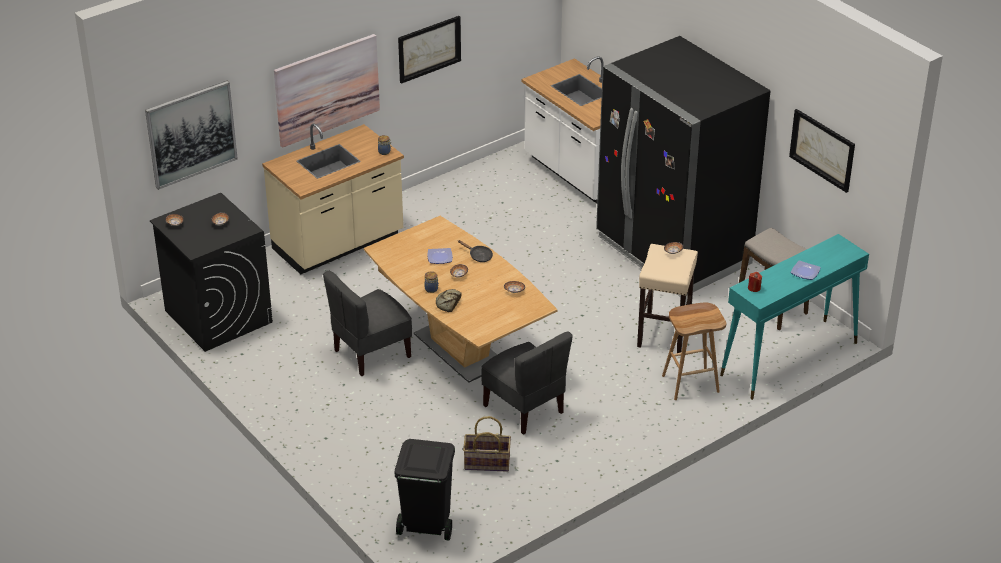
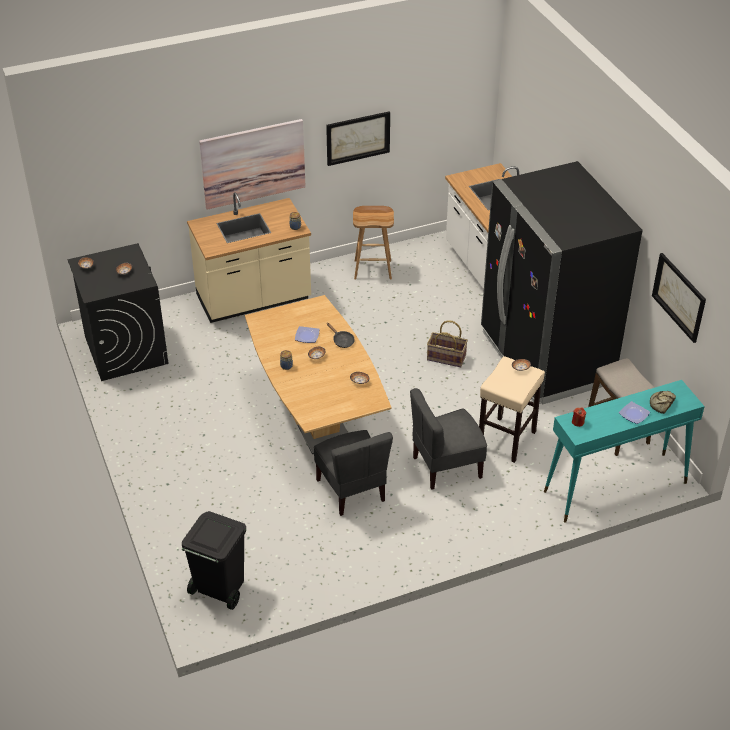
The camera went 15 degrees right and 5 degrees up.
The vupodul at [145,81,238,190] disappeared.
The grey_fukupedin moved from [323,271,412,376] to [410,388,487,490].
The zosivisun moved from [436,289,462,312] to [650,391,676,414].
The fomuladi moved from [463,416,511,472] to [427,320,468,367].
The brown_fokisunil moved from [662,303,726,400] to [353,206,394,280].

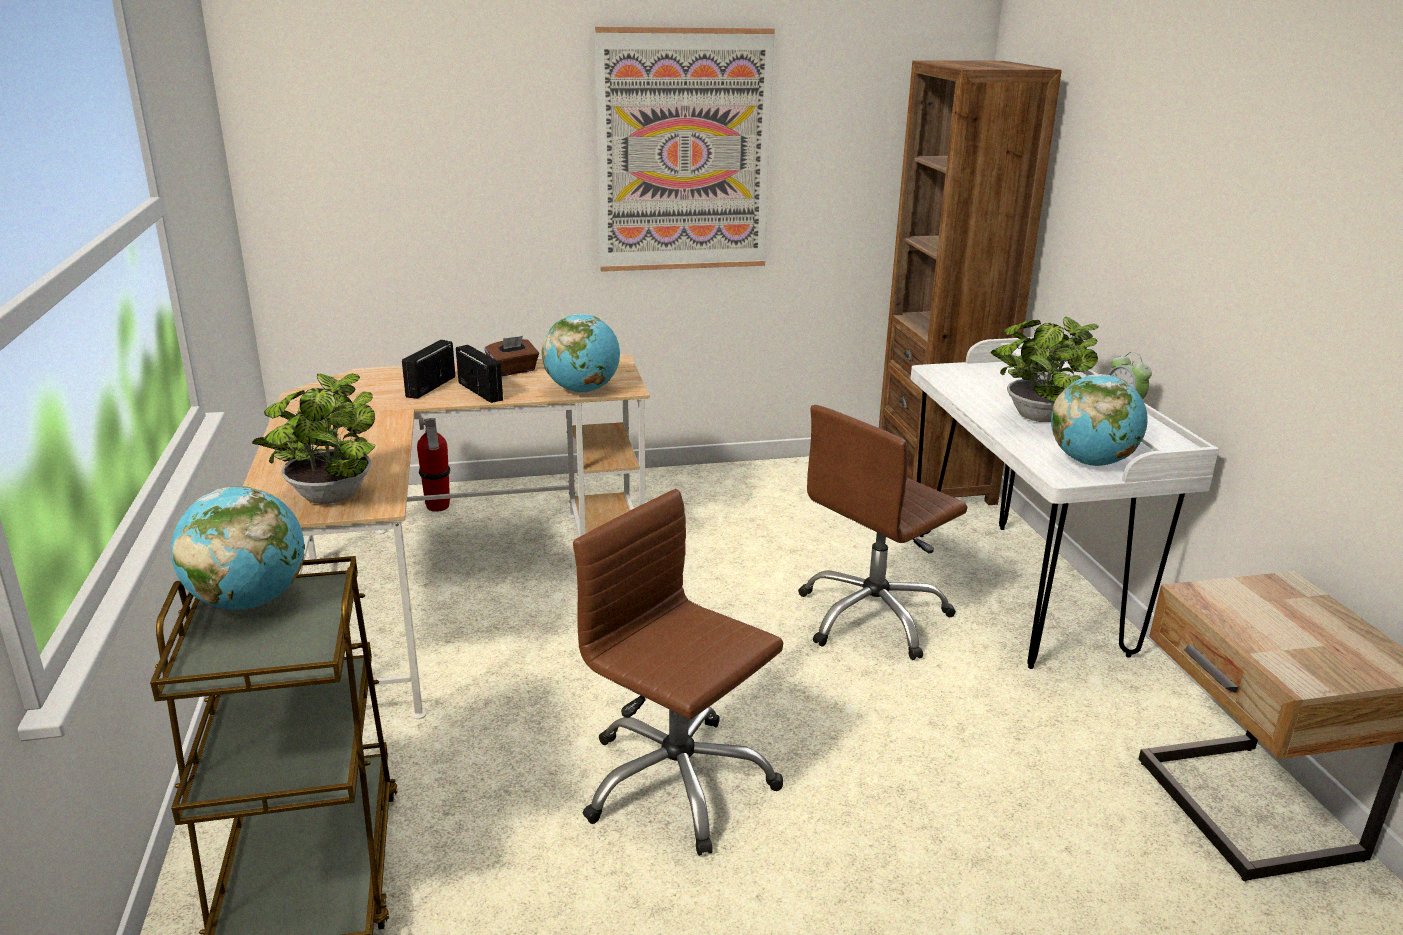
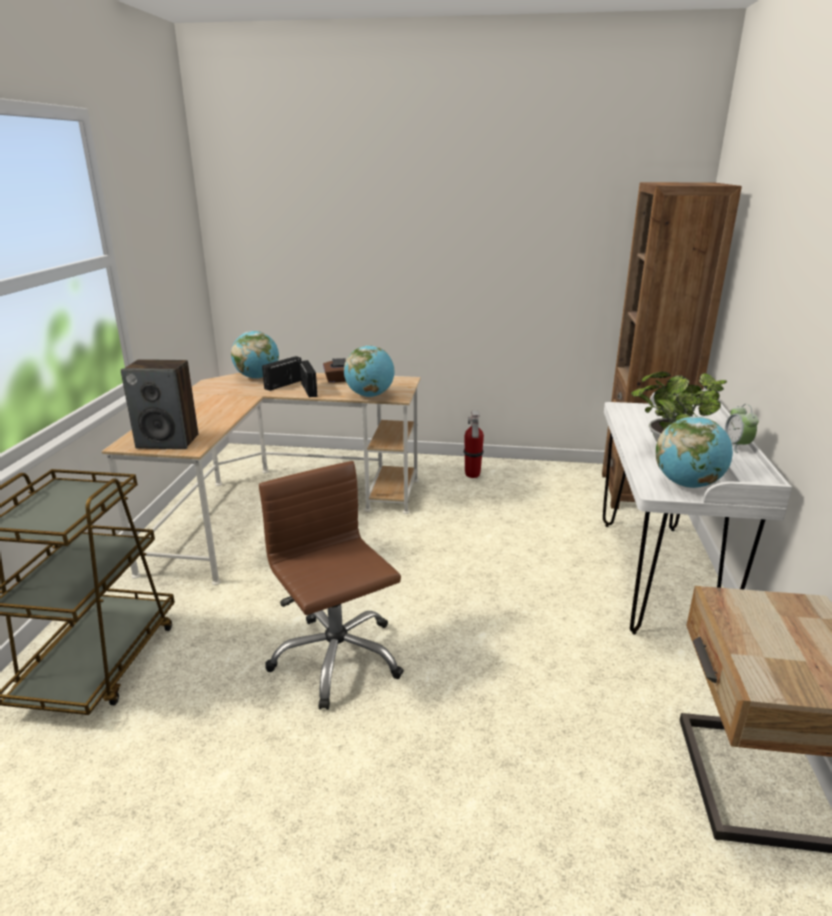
The camera went 20 degrees right and 0 degrees up.
The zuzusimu moved from [171,486,305,610] to [231,331,279,379].
The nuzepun at [252,374,375,504] was replaced by the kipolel at [121,359,198,449].
The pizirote moved from [417,418,450,512] to [464,411,484,478].
The vupodul at [595,27,775,272] disappeared.
The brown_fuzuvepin at [798,405,968,660] disappeared.

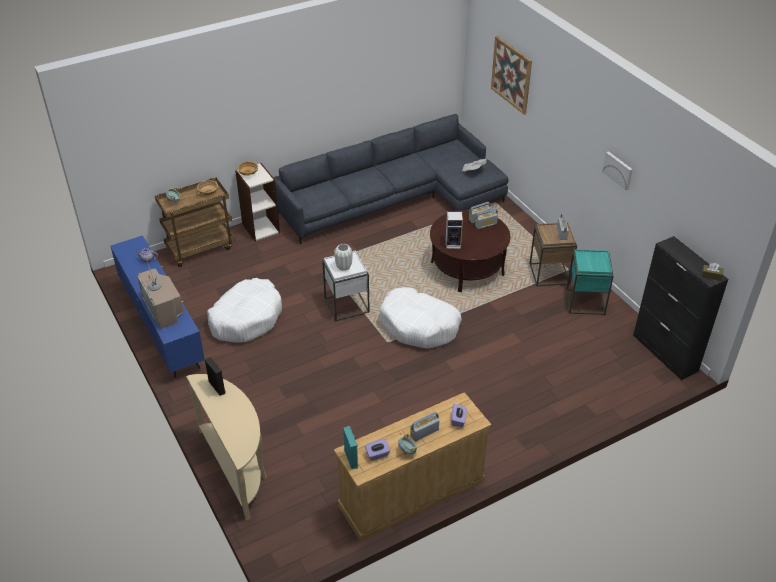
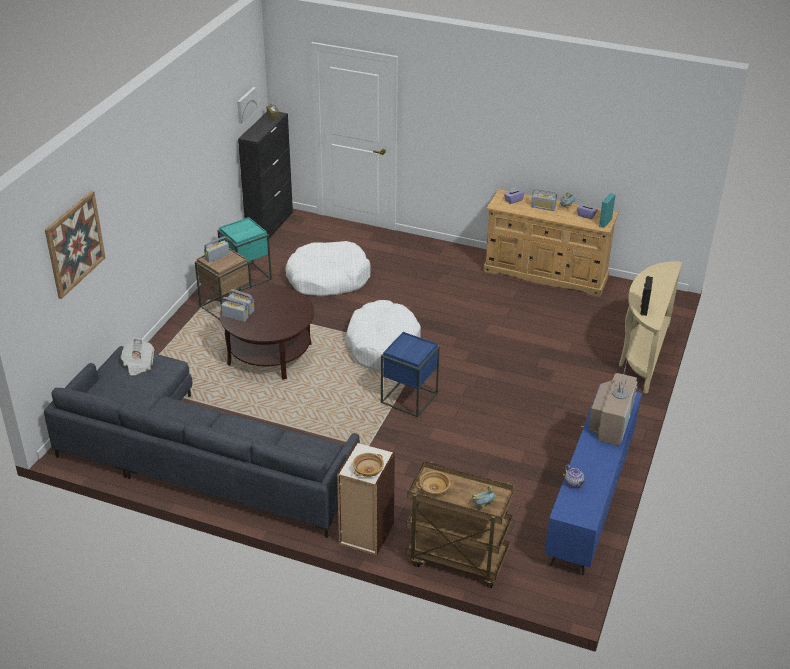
The camera went 130 degrees left and 5 degrees down.
The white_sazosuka moved from [207,278,282,342] to [285,241,371,297].
The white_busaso at [322,250,370,321] became the blue_busaso at [381,332,440,417].
The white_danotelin at [334,244,353,271] disappeared.
The kipolel at [446,212,463,249] disappeared.
The vupodul moved from [602,151,633,190] to [237,87,258,124].

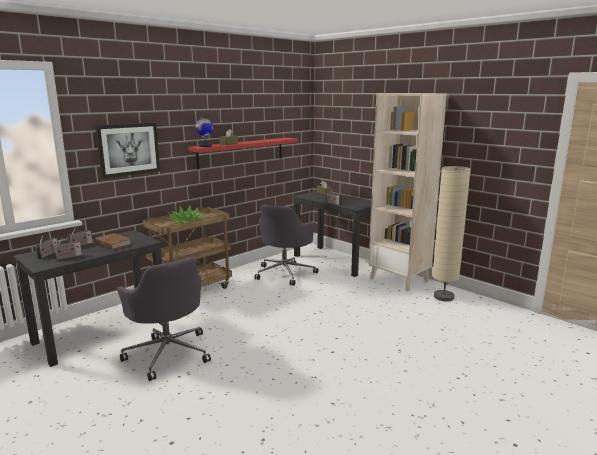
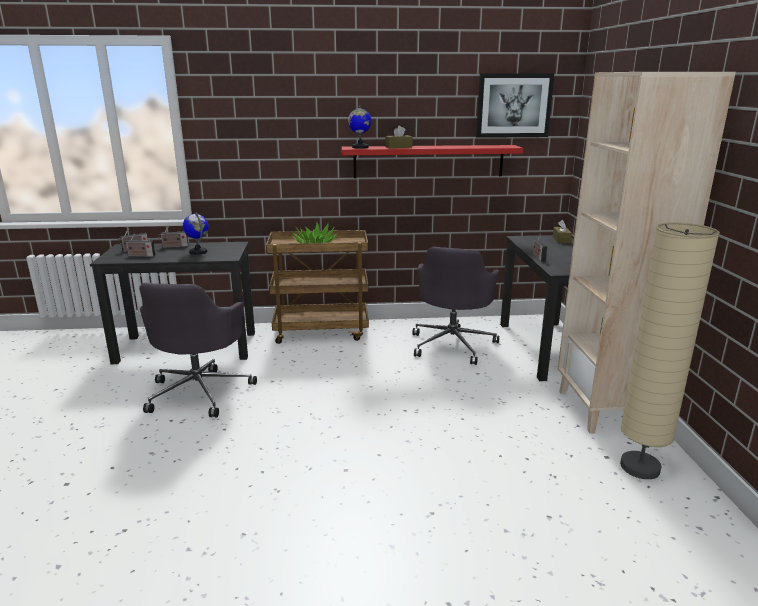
The camera went 40 degrees right and 5 degrees up.
The vupodul moved from [95,123,160,178] to [476,74,554,138].
The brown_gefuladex at [95,233,132,250] was replaced by the zuzusimu at [183,212,209,255].
The grey_fuzuvepin at [254,205,318,286] turned 45 degrees counterclockwise.

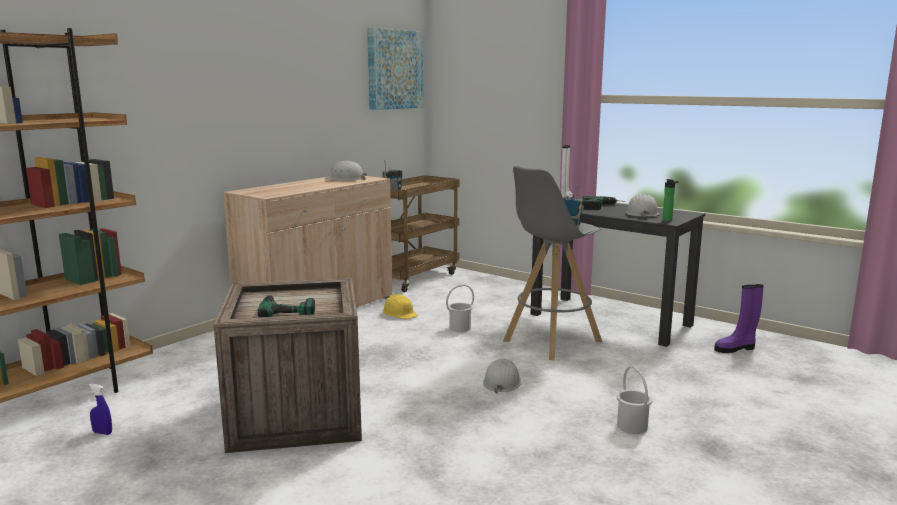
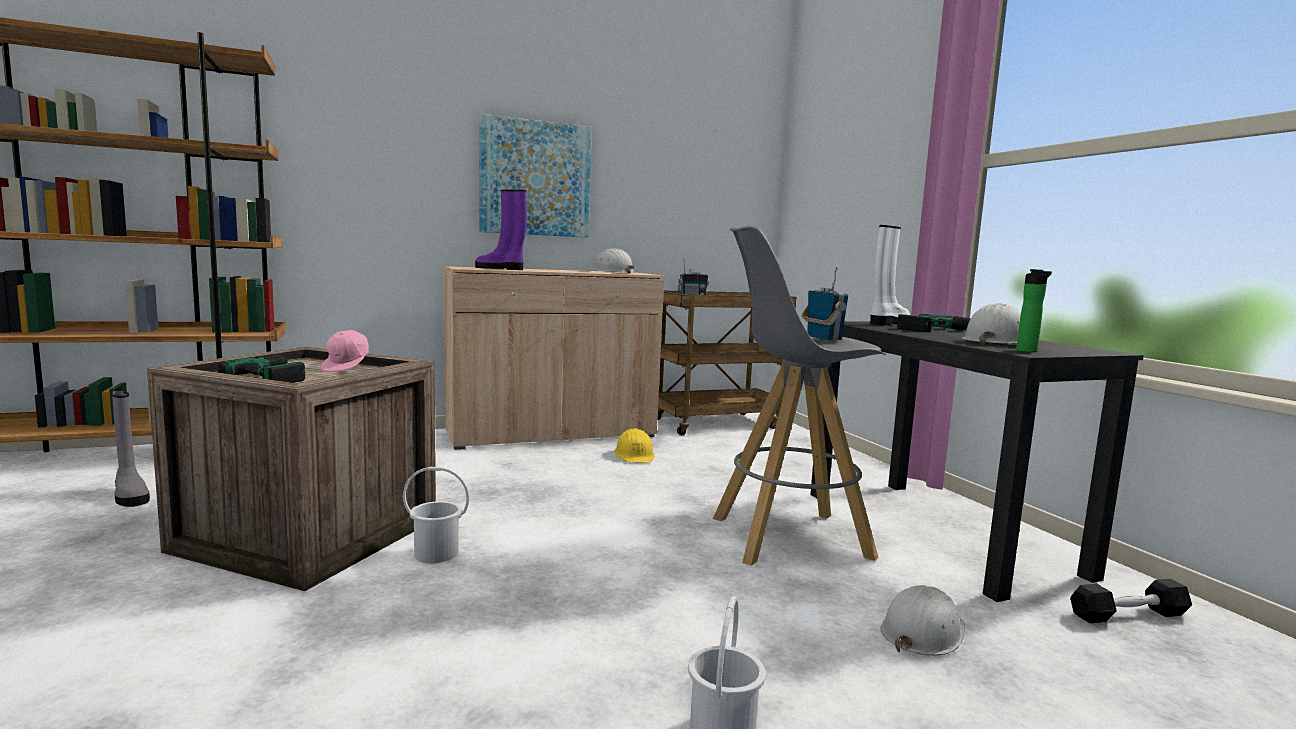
The camera went 30 degrees right and 5 degrees down.
The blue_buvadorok at [88,384,112,435] was replaced by the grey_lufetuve at [112,389,150,507].
The vupodul moved from [367,27,423,110] to [479,114,592,237].
The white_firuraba moved from [446,284,474,332] to [403,467,470,563].
The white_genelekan moved from [483,358,521,394] to [880,585,965,656].
The purple_lufetuve moved from [714,284,764,353] to [475,190,527,270].
The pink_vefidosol at [320,330,369,372] appeared.
The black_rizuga at [1070,579,1192,623] appeared.

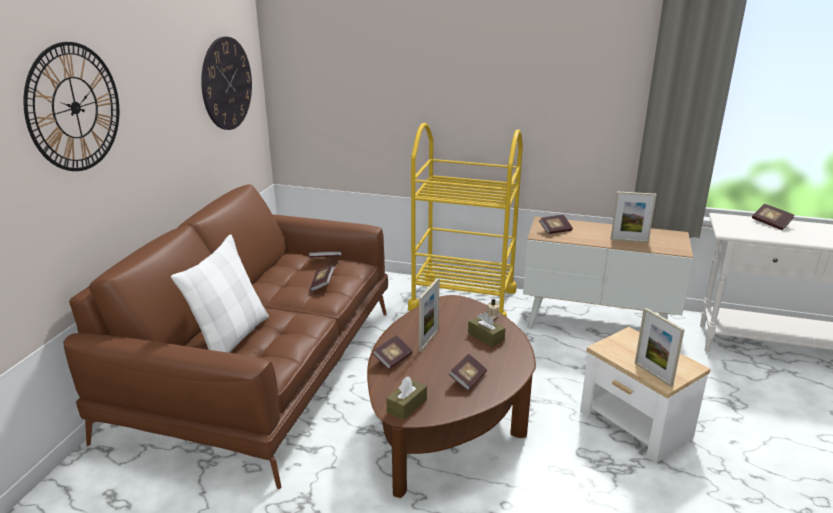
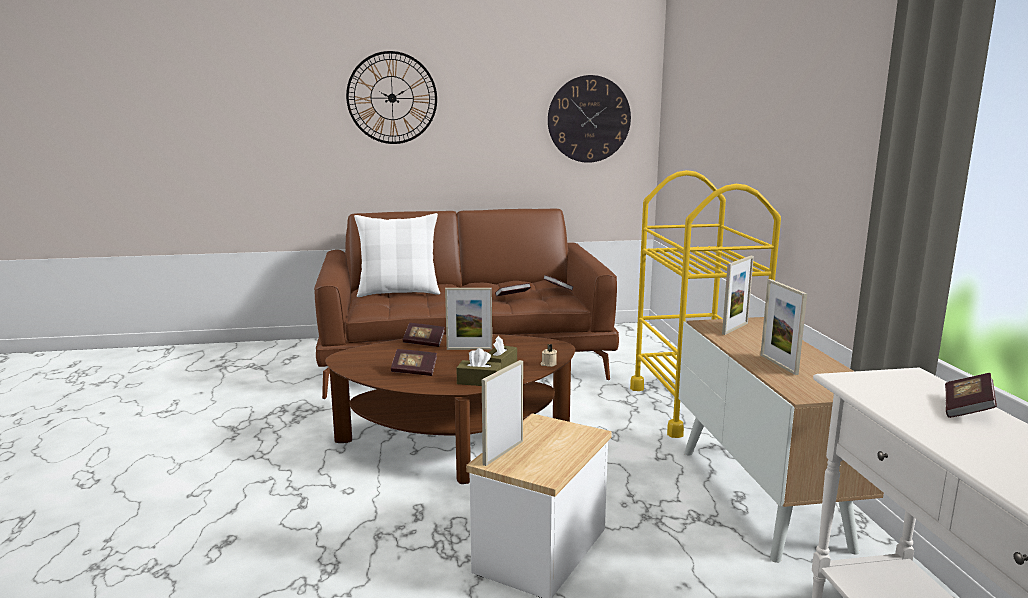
The camera went 65 degrees right and 10 degrees down.
The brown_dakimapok moved from [386,376,427,420] to [456,348,501,386].
The gefuladex at [539,215,573,234] was replaced by the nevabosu at [722,256,754,335].

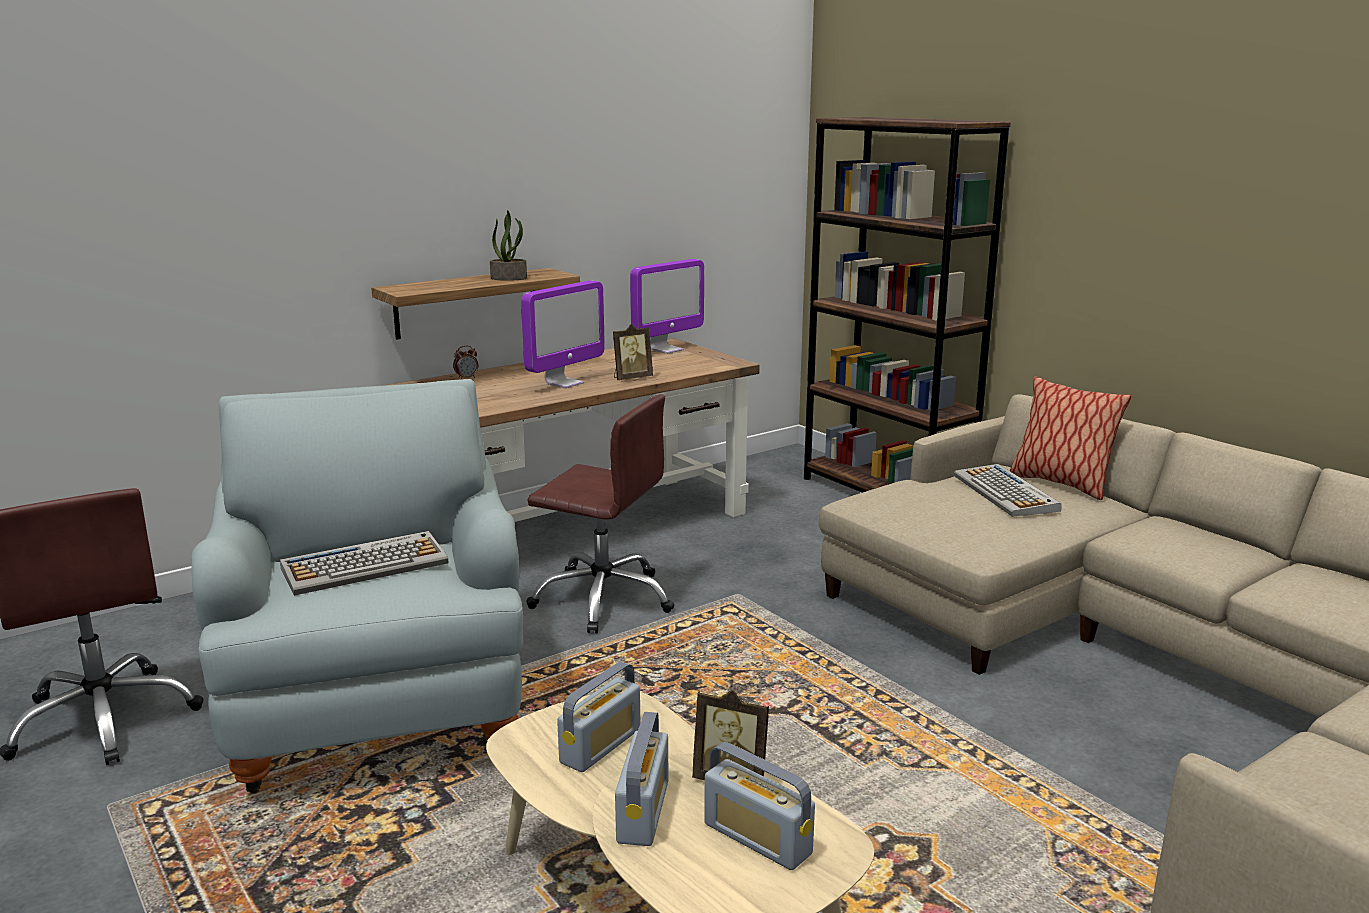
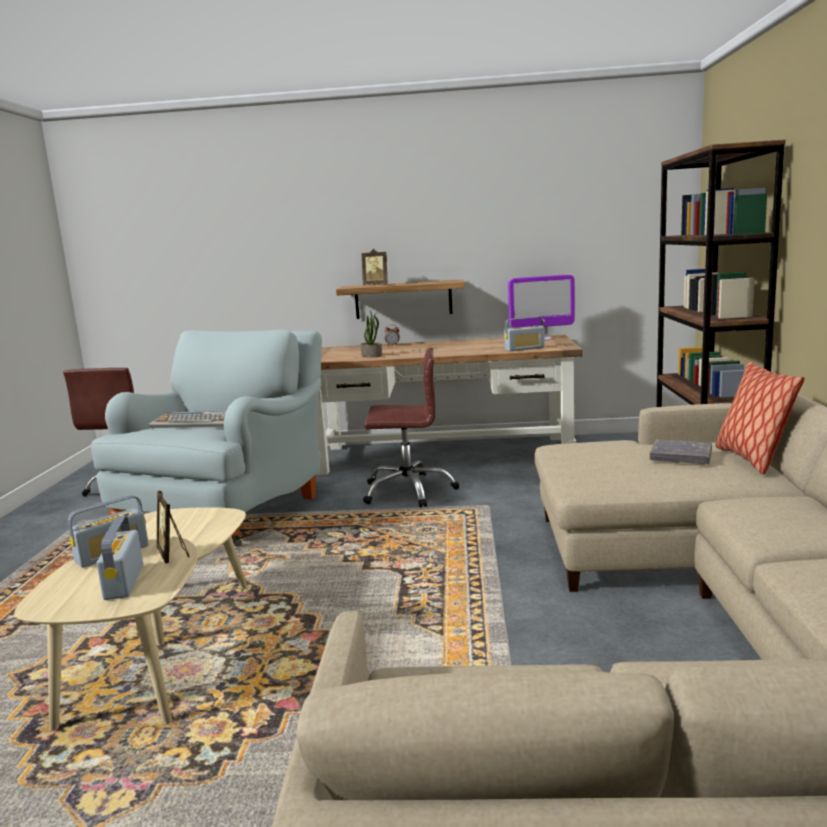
The camera went 40 degrees right and 5 degrees down.
The nuzepun moved from [490,210,527,281] to [361,311,382,357].
The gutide at [521,280,605,388] disappeared.
The brown_fuzuvepin at [526,394,674,633] turned 60 degrees counterclockwise.
The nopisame moved from [557,661,640,772] to [504,317,545,351].
The nevabosu moved from [613,324,653,380] to [362,249,387,285].
The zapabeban at [954,464,1062,517] was replaced by the grey_gefuladex at [650,439,712,464].

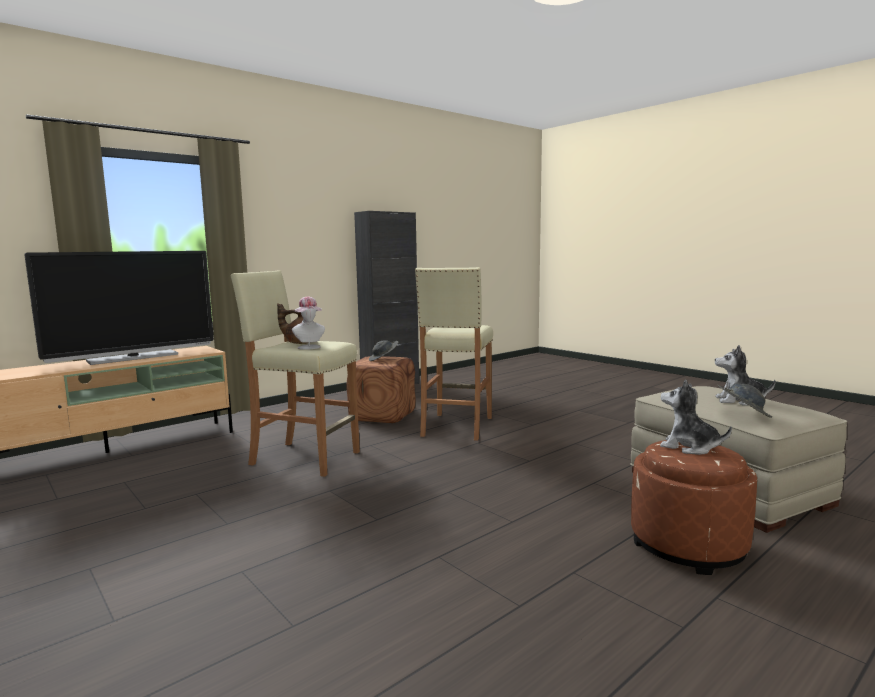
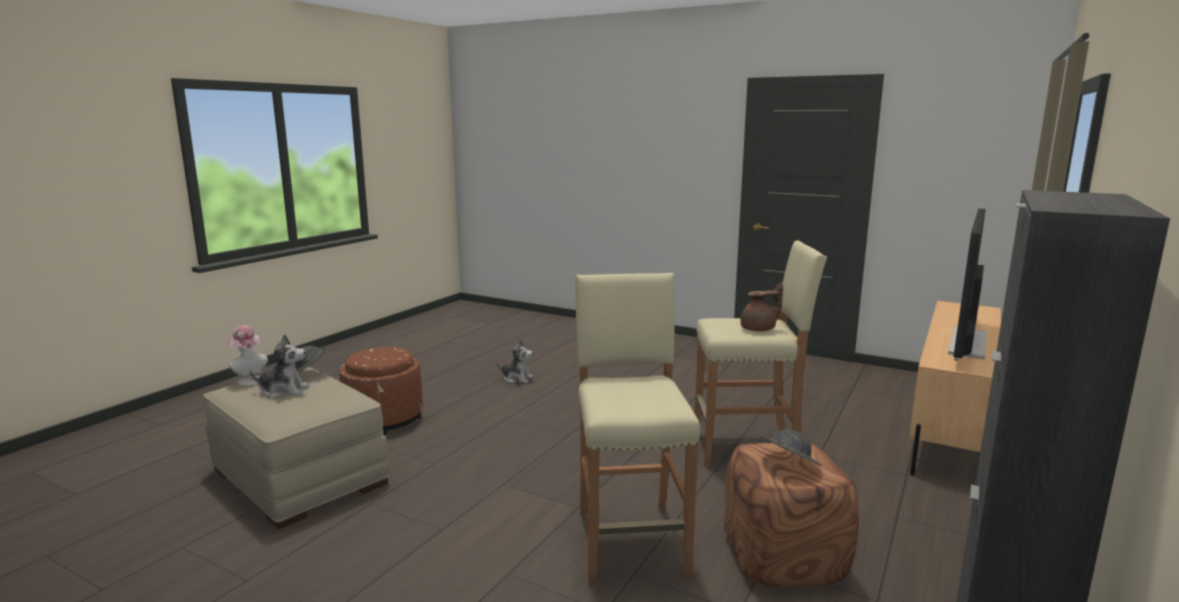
The camera went 160 degrees right and 5 degrees up.
The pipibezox moved from [292,297,325,350] to [227,325,268,386].
The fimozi moved from [660,379,732,455] to [496,339,533,383].

